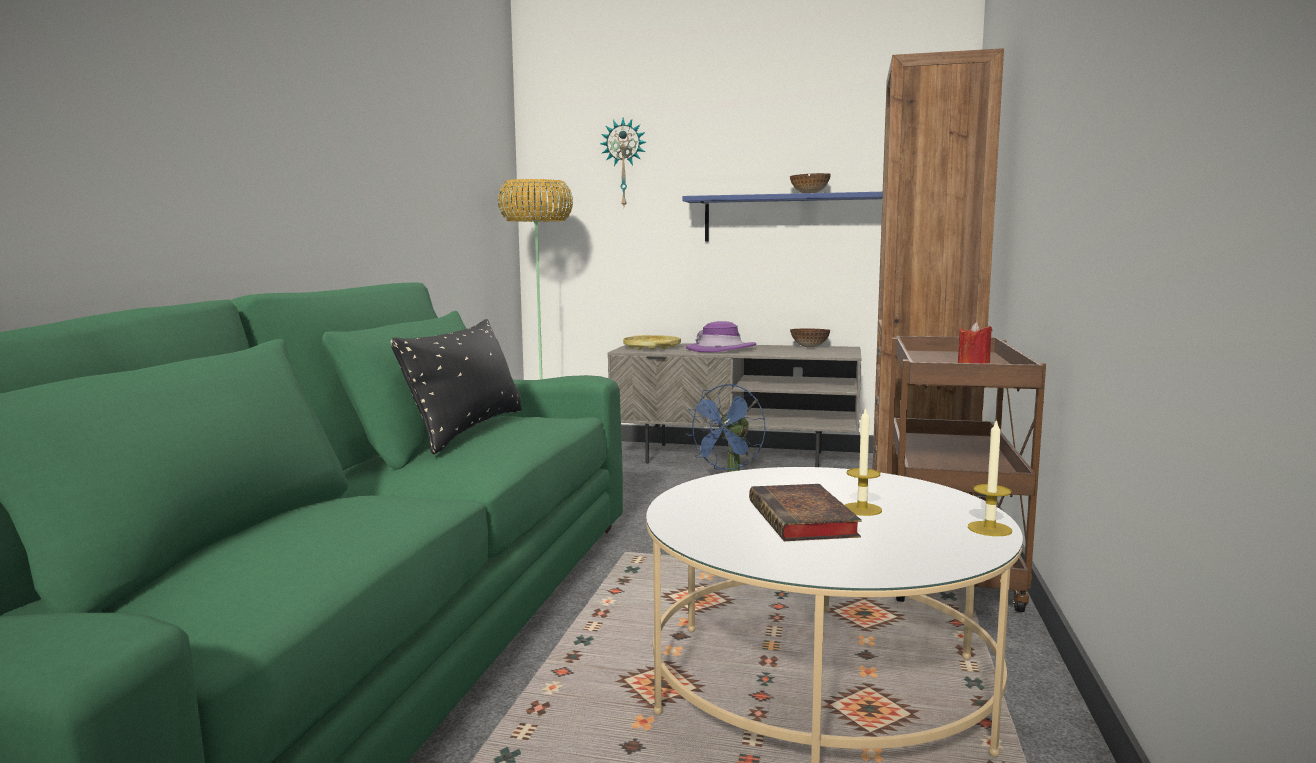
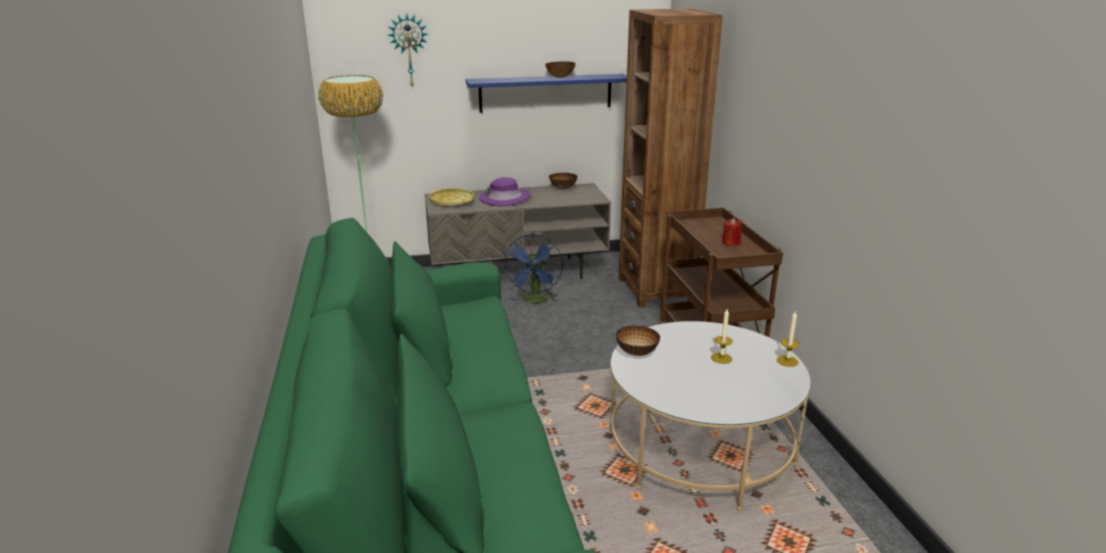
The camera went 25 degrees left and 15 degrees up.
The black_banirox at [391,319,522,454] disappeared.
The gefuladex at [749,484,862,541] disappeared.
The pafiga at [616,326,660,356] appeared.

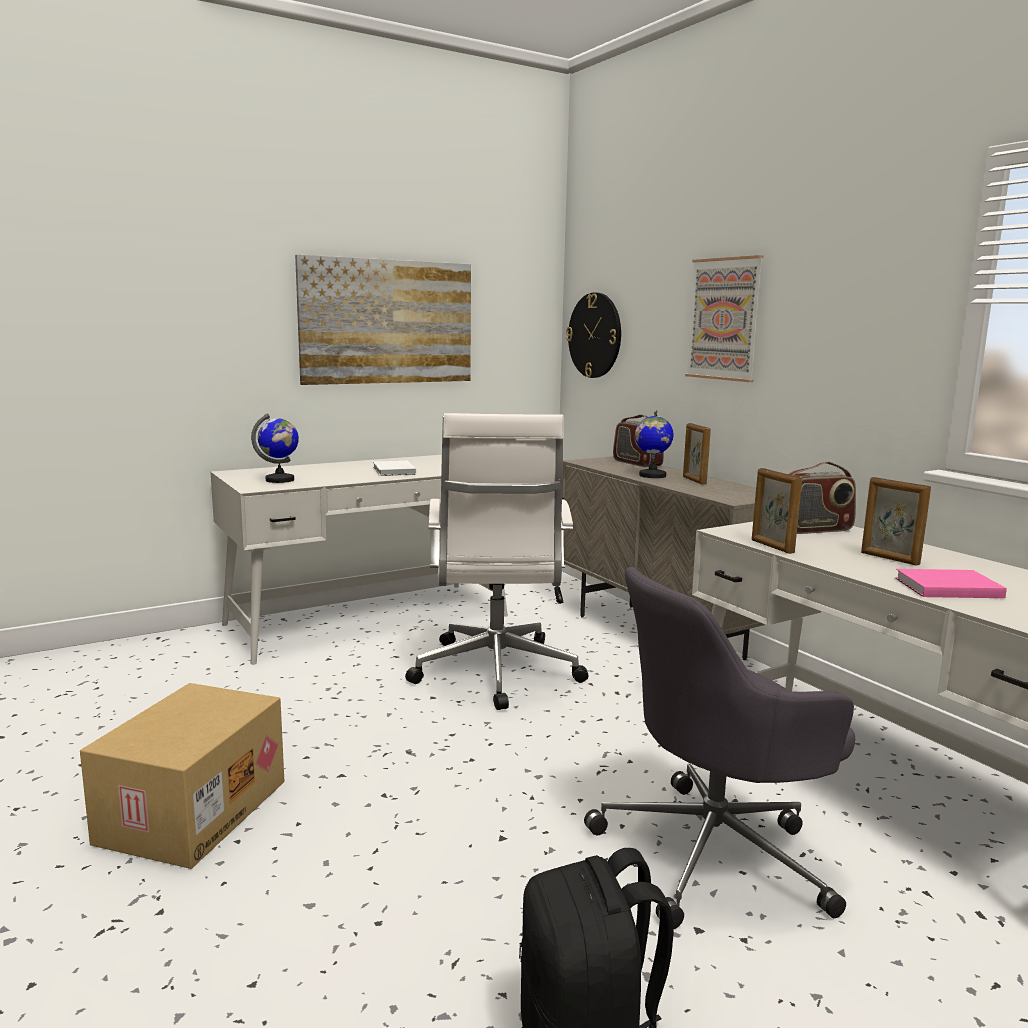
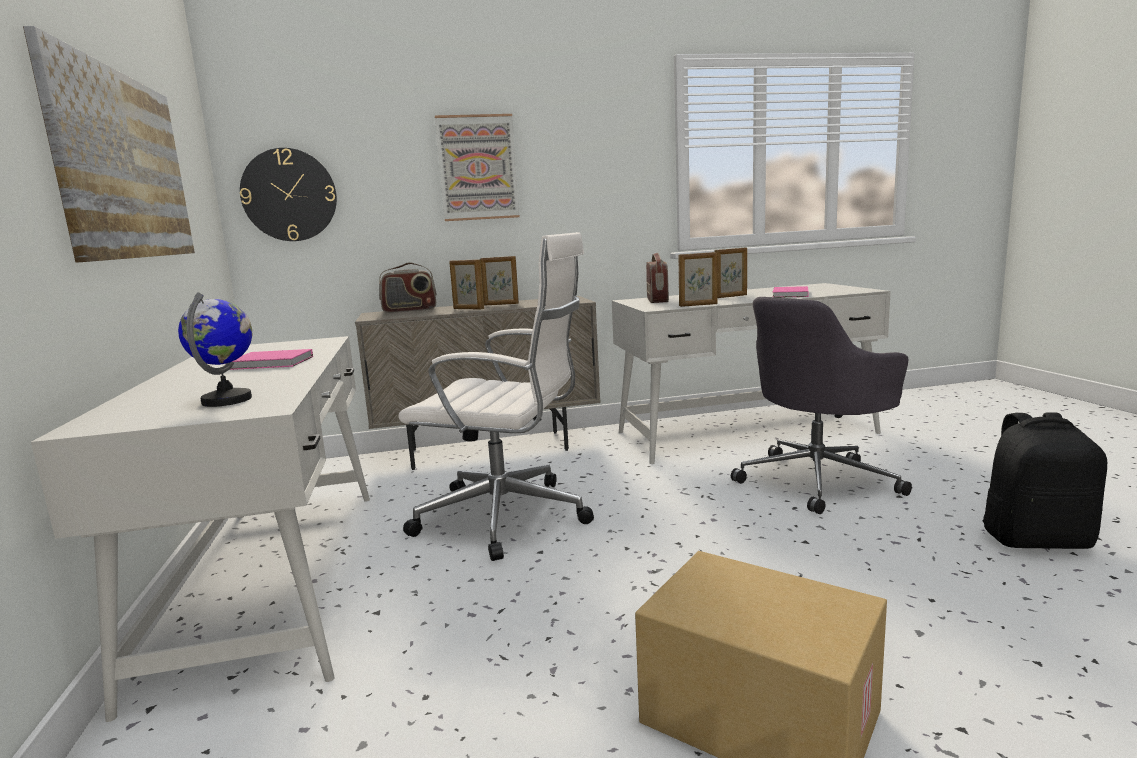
The camera went 70 degrees left and 0 degrees up.
The white_gefuladex at [373,461,416,476] became the pink_gefuladex at [230,349,313,370].
The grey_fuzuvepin at [584,567,855,929] turned 60 degrees clockwise.
The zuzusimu at [635,410,674,478] was replaced by the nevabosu at [449,259,484,309].

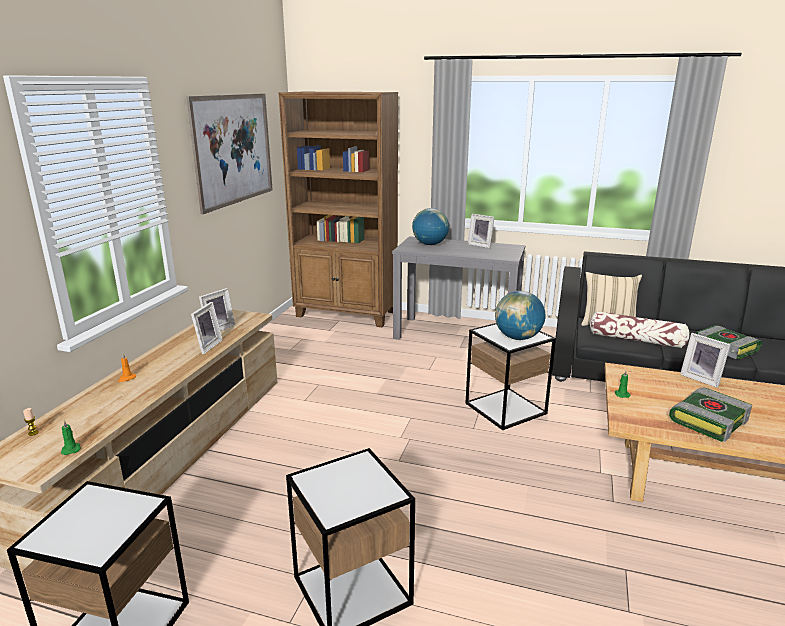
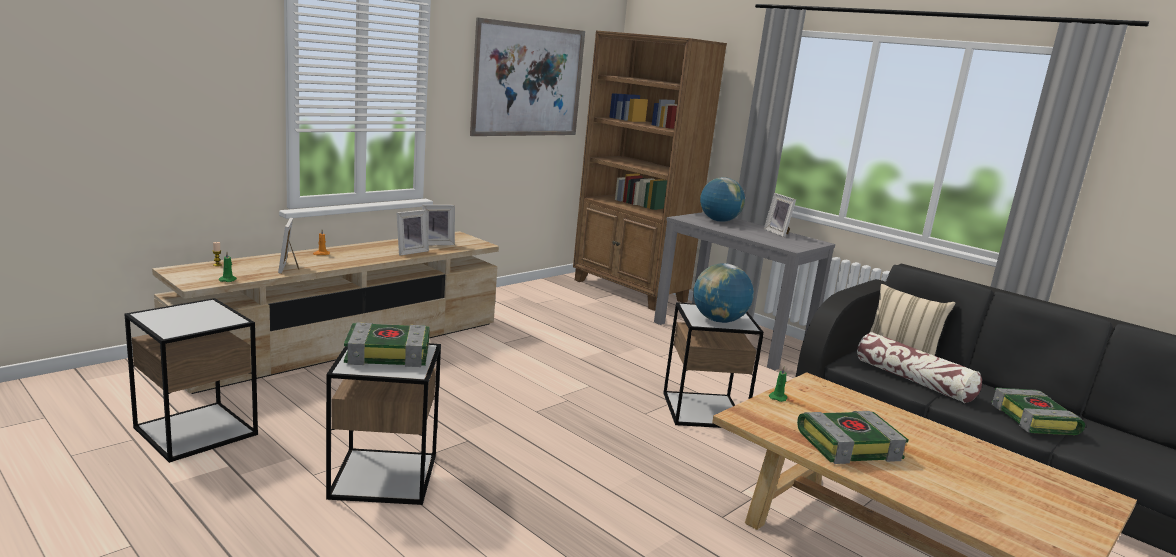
The camera went 25 degrees right and 5 degrees down.
The nevabosu moved from [680,333,731,388] to [278,218,299,274].
The gefuladex at [344,322,430,367] appeared.

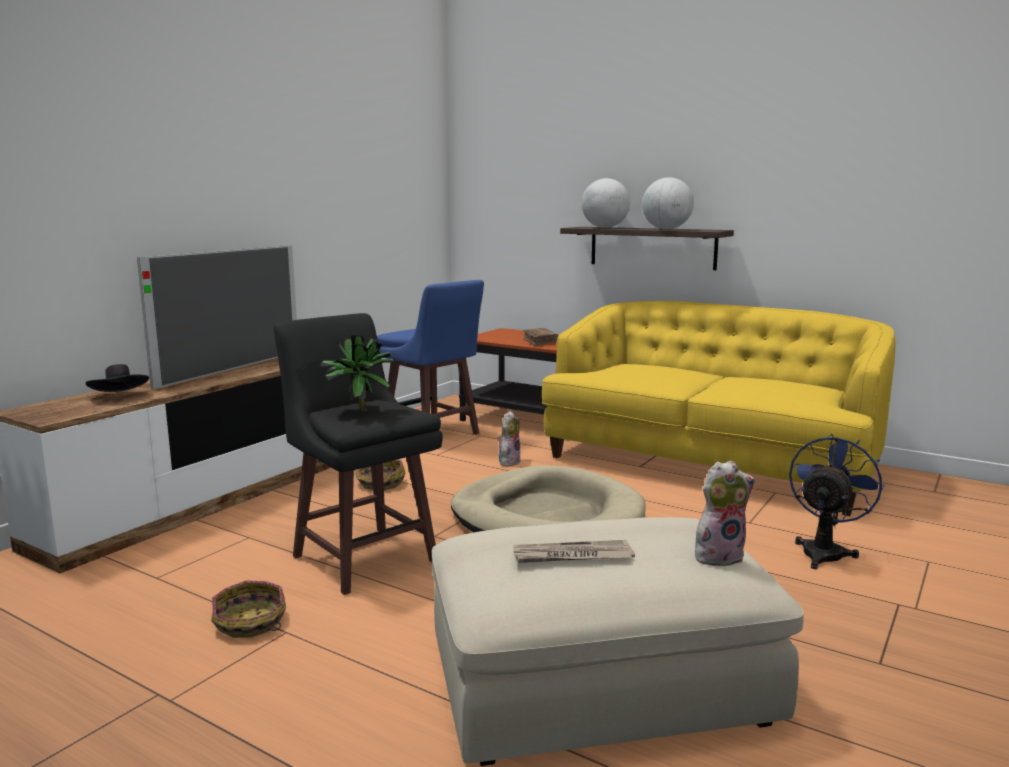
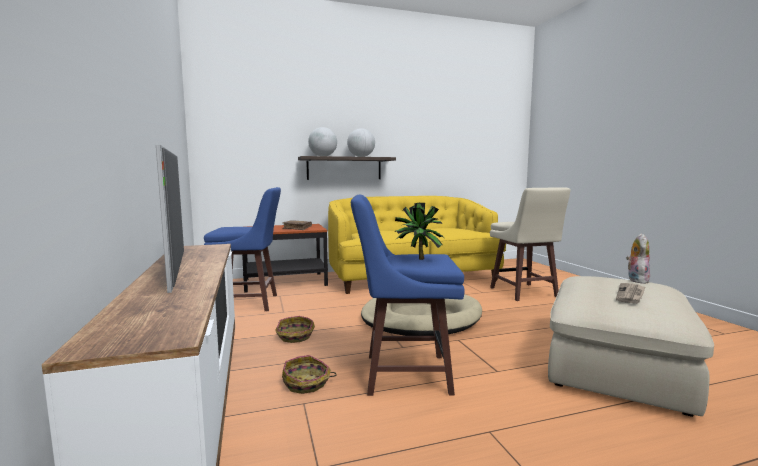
The camera went 50 degrees left and 5 degrees down.
The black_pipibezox at [86,364,149,392] disappeared.
The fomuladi moved from [211,580,286,638] to [282,355,337,394].
The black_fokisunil at [274,313,443,595] became the blue_fokisunil at [351,194,465,396].
The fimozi at [497,411,521,466] disappeared.
The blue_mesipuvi at [789,434,884,569] was replaced by the beige_fokisunil at [490,188,571,301].

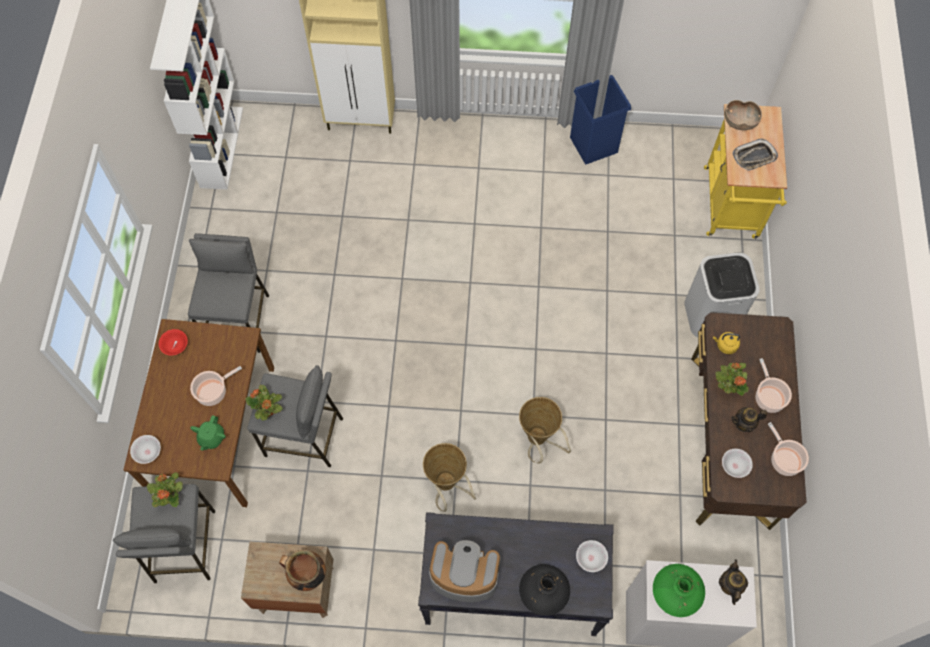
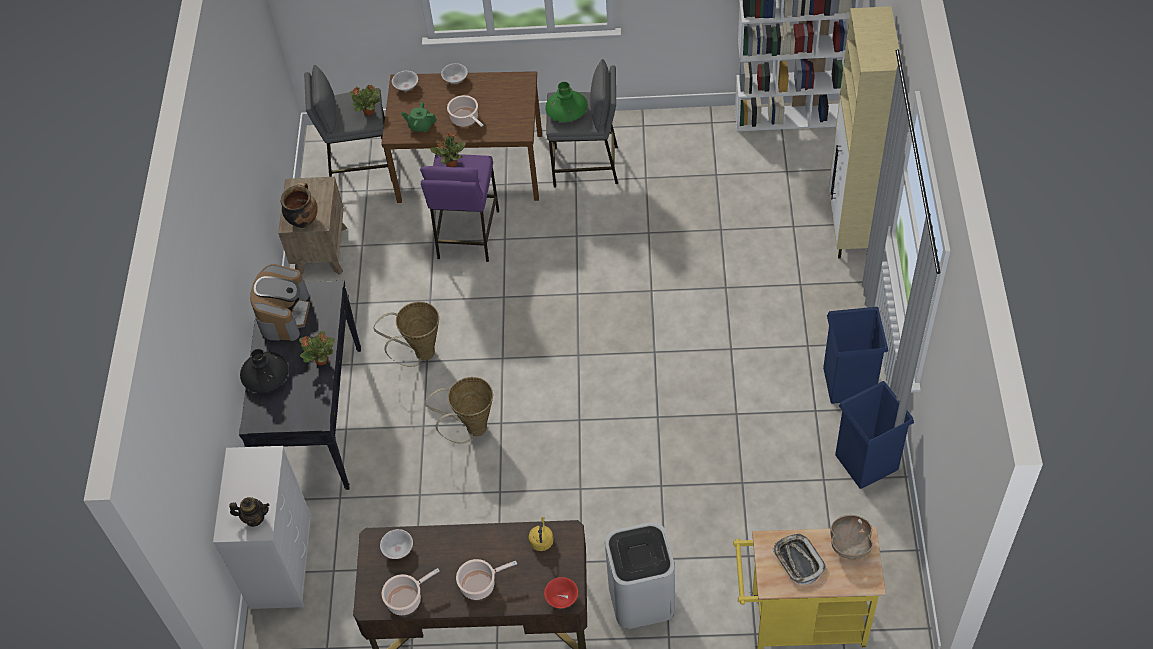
The camera went 90 degrees right and 10 degrees down.
The red_pafiga moved from [159,329,188,356] to [544,577,578,608].
The grey_fokisunil at [247,365,343,467] became the purple_fokisunil at [420,154,499,262].
The white_pafiga moved from [576,540,608,572] to [441,63,468,84].
The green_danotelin moved from [653,564,705,617] to [545,82,588,122].
The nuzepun moved from [715,362,749,396] to [299,331,335,365].
The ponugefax at [731,407,767,432] disappeared.
The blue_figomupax at [823,307,888,404] appeared.

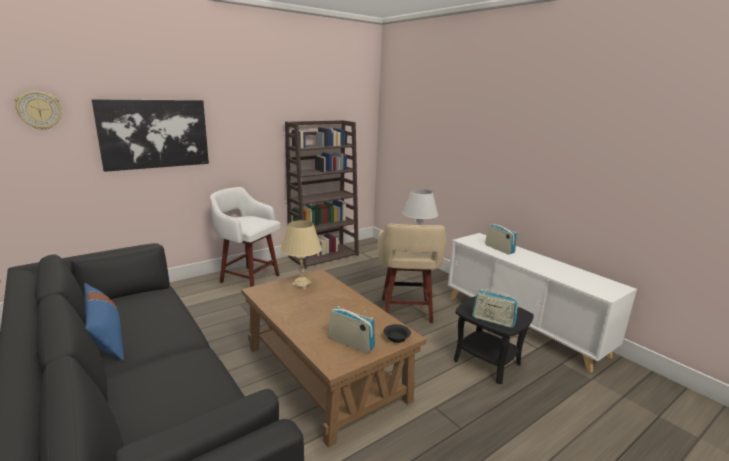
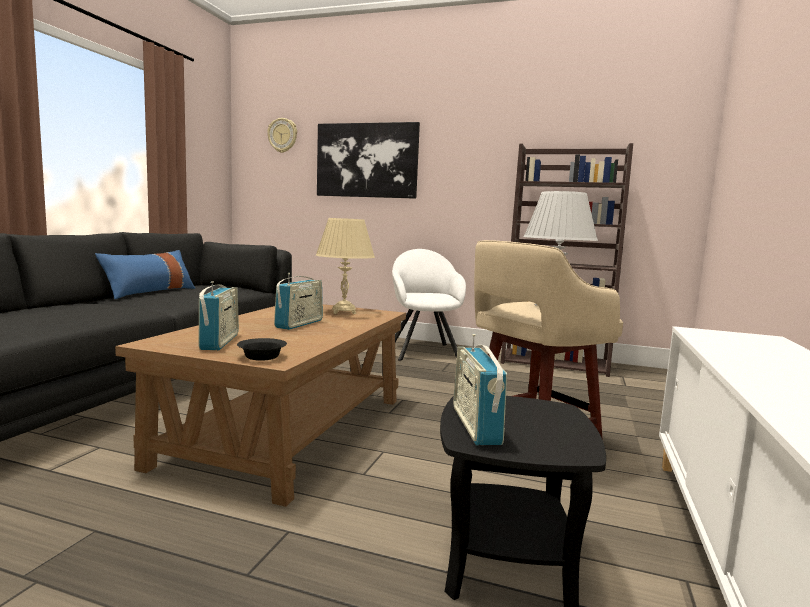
The camera went 55 degrees right and 10 degrees down.
The white_fokisunil at [210,187,281,287] was replaced by the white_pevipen at [392,249,466,360].
The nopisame moved from [485,224,517,254] to [274,273,323,330].

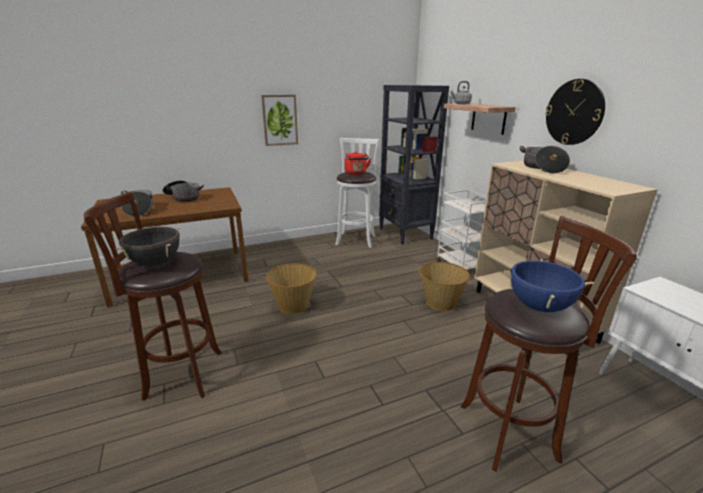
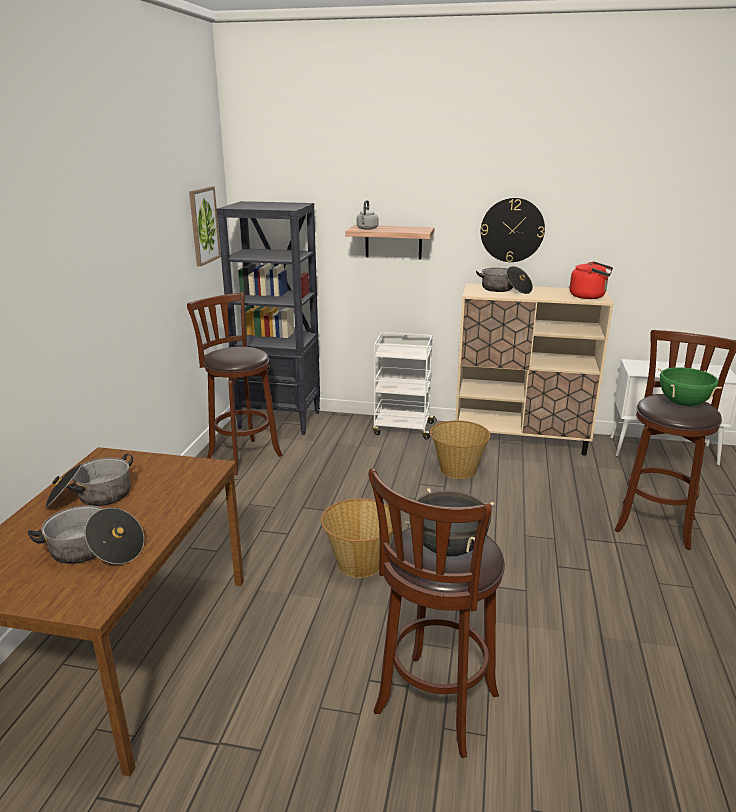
The camera went 55 degrees left and 0 degrees up.
The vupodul moved from [261,95,298,146] to [189,187,221,267].
The white_fokisunil at [335,138,380,248] became the brown_fokisunil at [187,292,282,475].
The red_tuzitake moved from [345,151,371,175] to [570,261,613,299].
The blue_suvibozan at [503,259,594,312] became the green_suvibozan at [658,367,722,406].

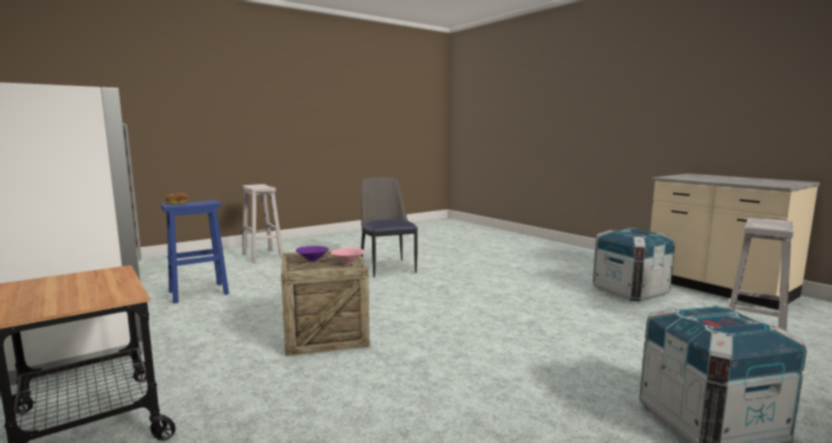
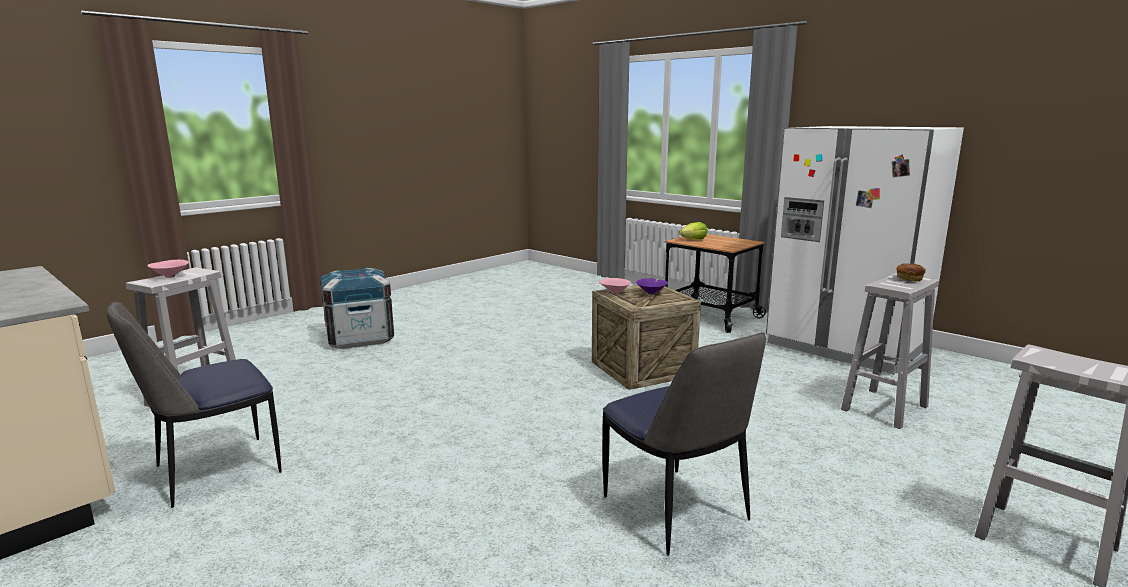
The camera went 170 degrees right and 5 degrees up.
The blue_fokisunil at [161,200,229,303] became the white_fokisunil at [841,273,939,429].
The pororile at [593,228,675,301] was replaced by the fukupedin at [107,302,281,508].
The pink_pafiga at [147,260,189,278] appeared.
The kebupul at [679,222,708,240] appeared.

